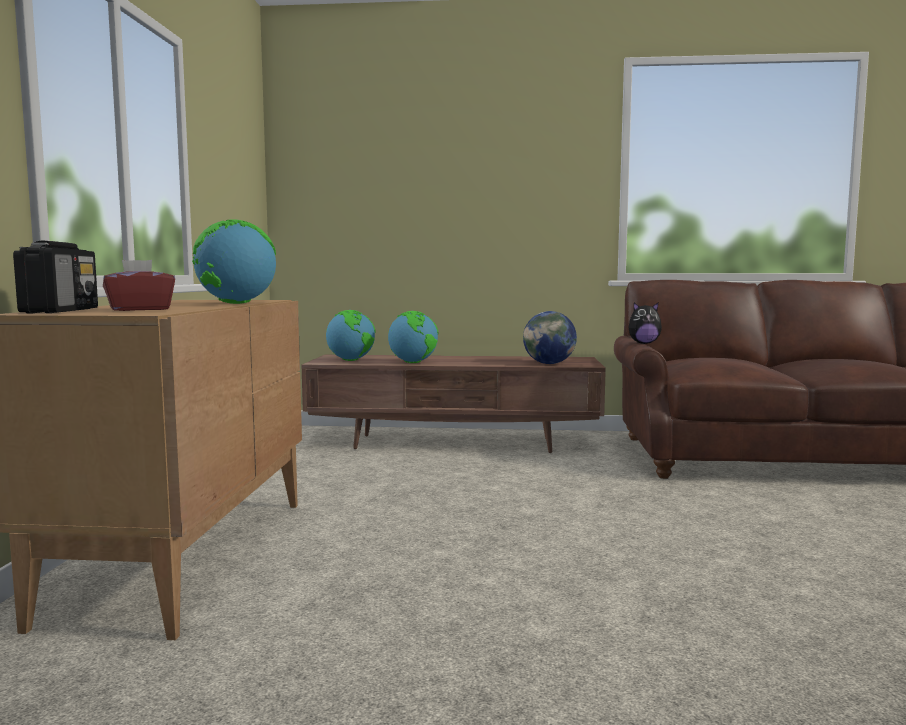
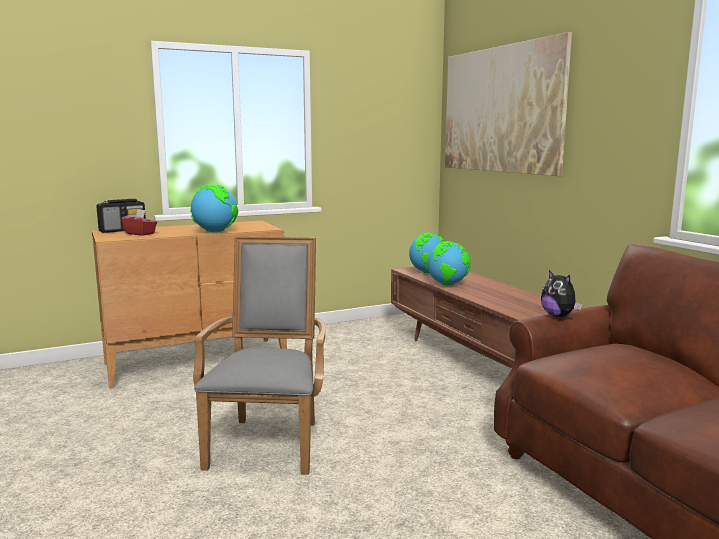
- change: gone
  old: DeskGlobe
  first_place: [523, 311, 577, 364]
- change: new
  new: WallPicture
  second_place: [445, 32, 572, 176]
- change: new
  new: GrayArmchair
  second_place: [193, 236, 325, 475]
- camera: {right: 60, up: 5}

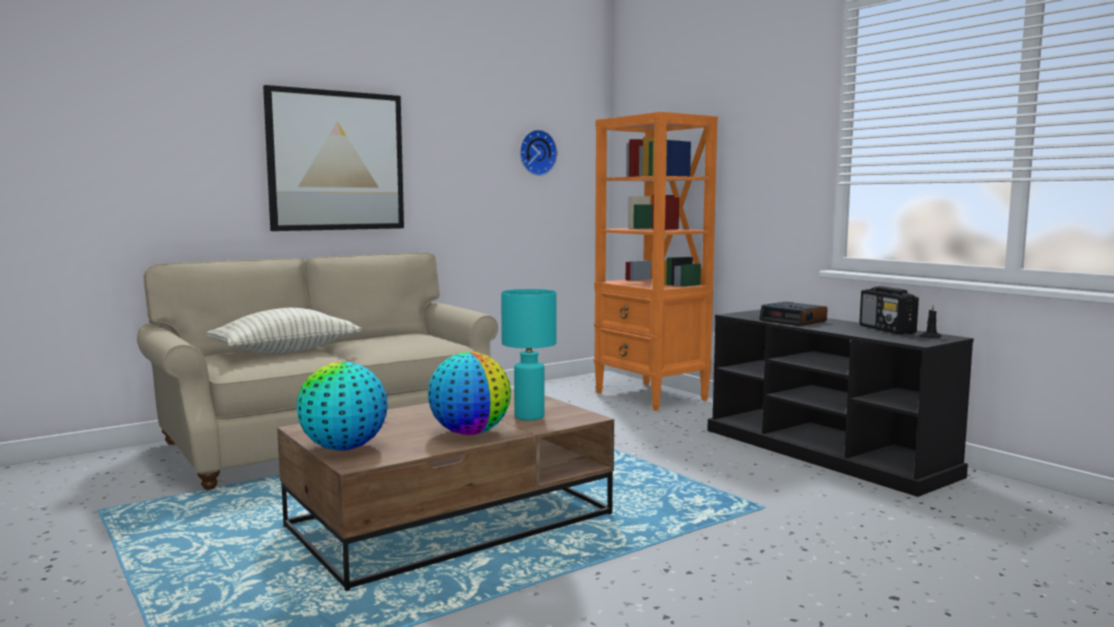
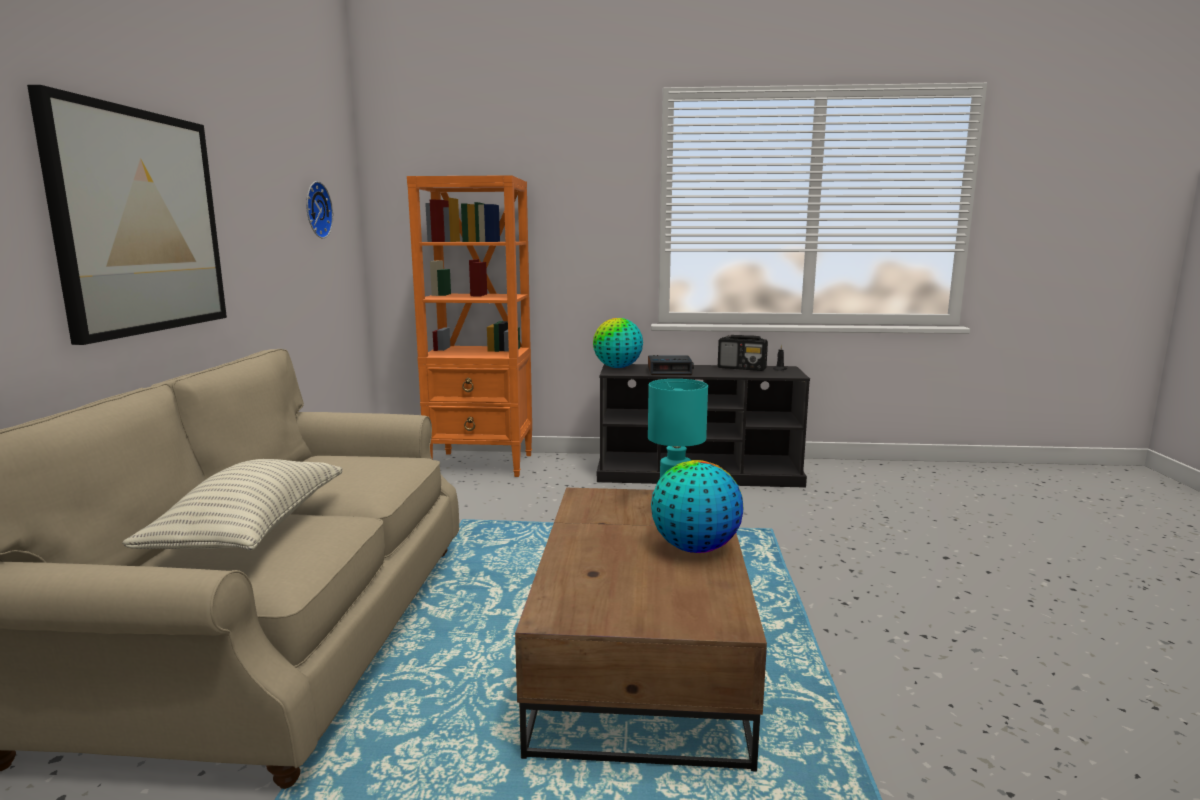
- change: shifted
  old: DeskGlobe
  first_place: [297, 362, 388, 451]
  second_place: [593, 318, 643, 368]
- camera: {right: -50, up: 5}

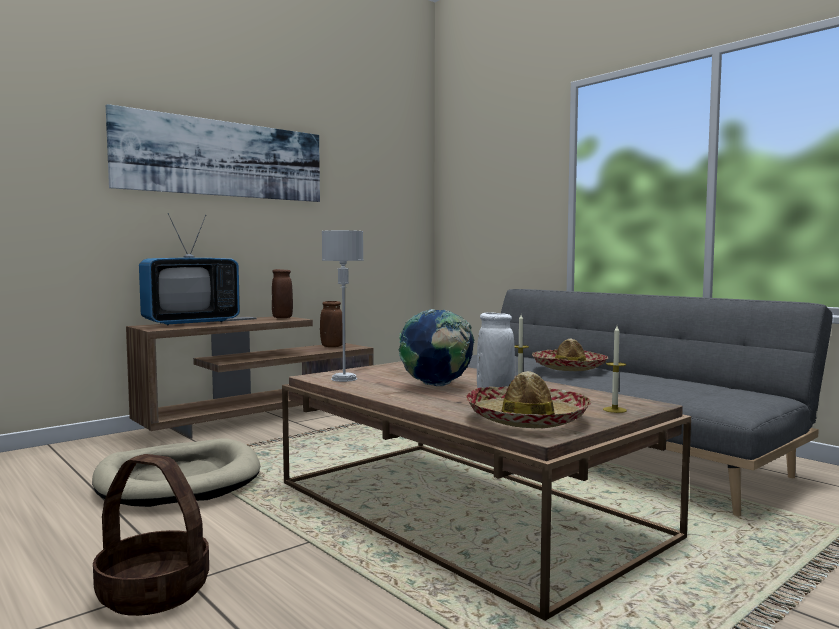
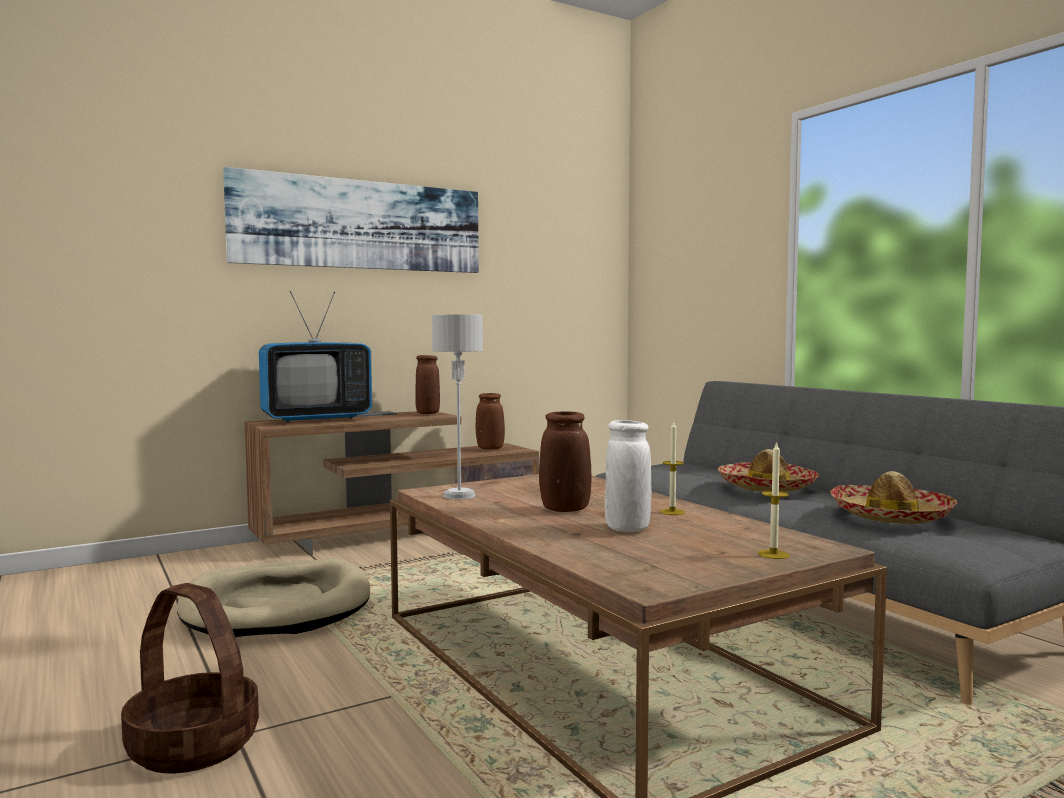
- change: swapped
  old: DeskGlobe
  new: BrownColouredFlowerVase
  first_place: [399, 309, 475, 386]
  second_place: [539, 412, 591, 512]
- change: shifted
  old: Hat
  first_place: [466, 371, 591, 428]
  second_place: [830, 471, 957, 524]
- camera: {right: 10, up: 0}

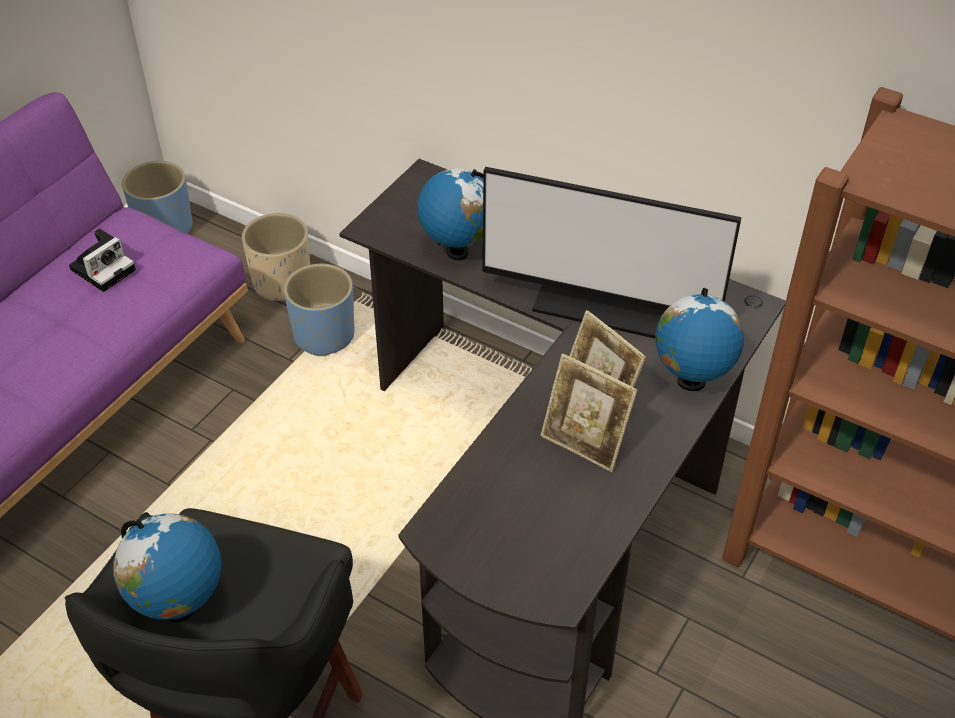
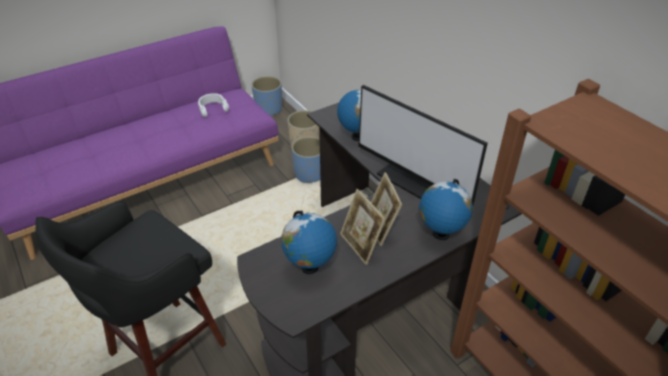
- change: swapped
  old: PhotoCamera
  new: WhitePairOfHeadphones
  first_place: [69, 229, 136, 292]
  second_place: [198, 93, 229, 117]
- change: shifted
  old: DeskGlobe
  first_place: [113, 513, 221, 622]
  second_place: [281, 210, 337, 274]
- camera: {right: 25, up: -5}

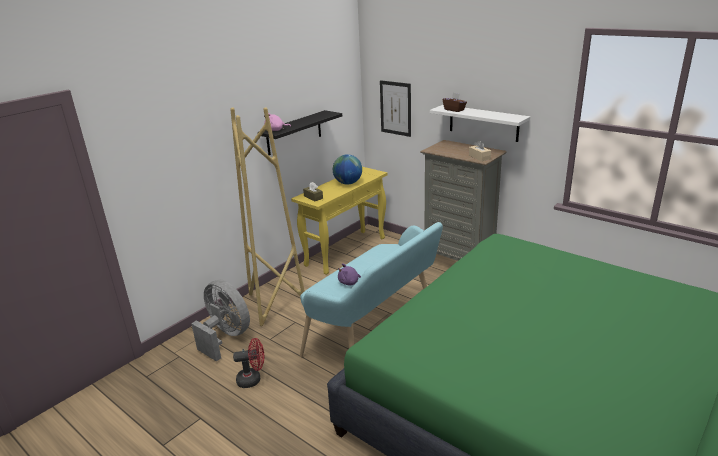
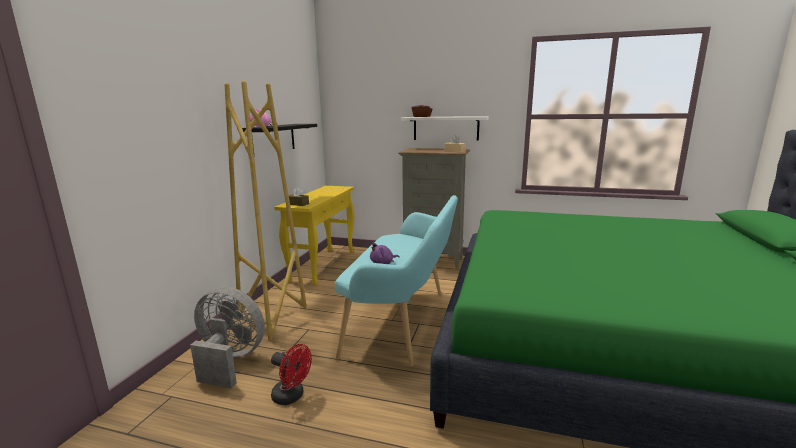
- change: gone
  old: WallPicture
  first_place: [380, 80, 411, 137]
- change: gone
  old: DeskGlobe
  first_place: [333, 154, 362, 185]
- change: rotated
  old: RedCoolingFan
  first_place: [233, 338, 264, 388]
  second_place: [271, 344, 312, 405]
  degrees: 60
- camera: {right: -25, up: -10}

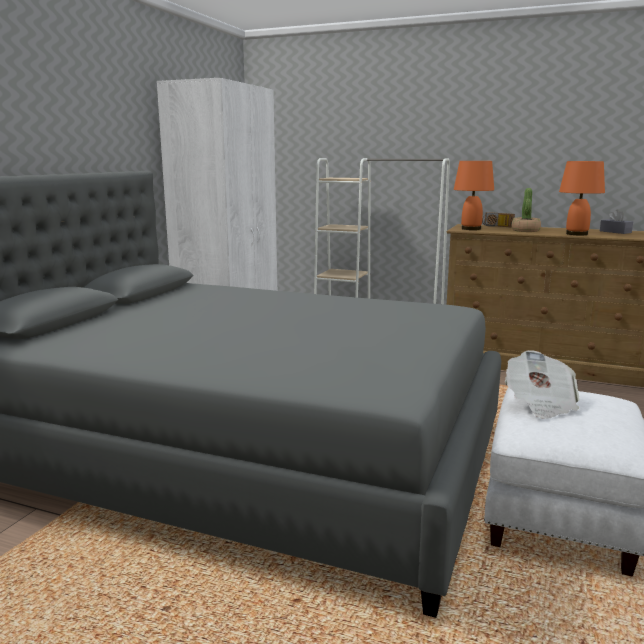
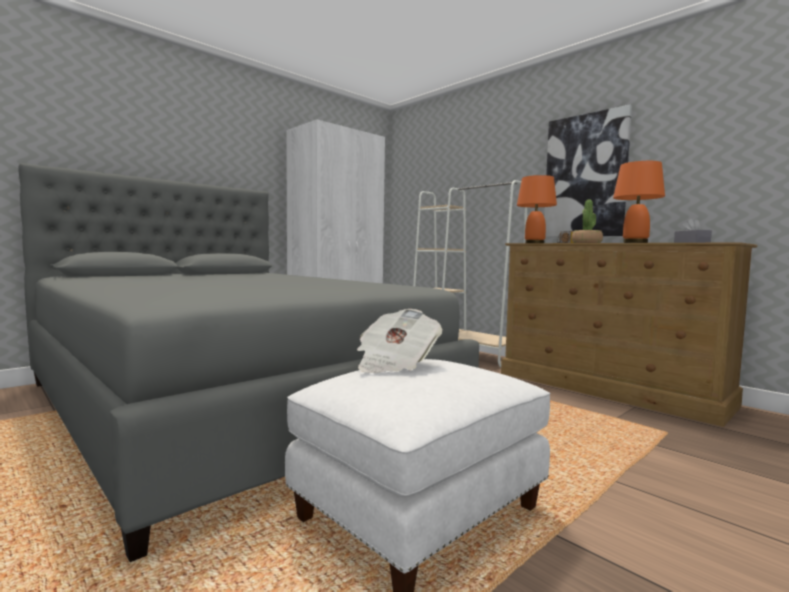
- change: new
  new: WallPicture
  second_place: [544, 105, 632, 237]
- camera: {right: 25, up: -10}

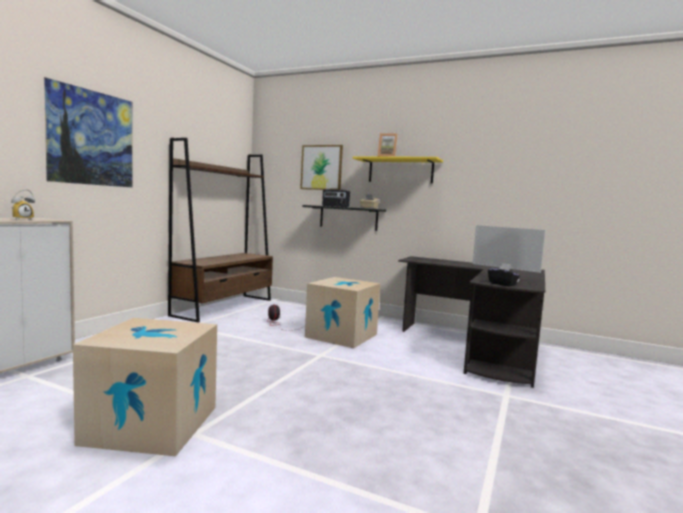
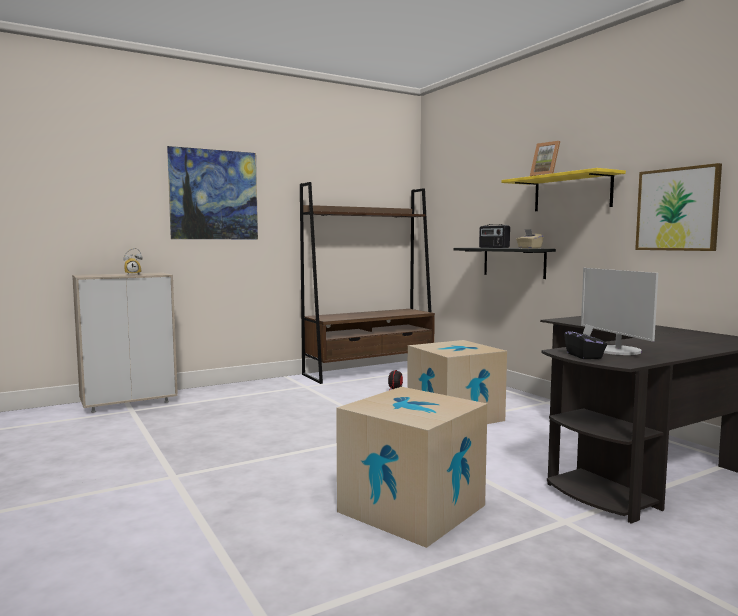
- change: shifted
  old: WallPicture
  first_place: [300, 145, 343, 190]
  second_place: [635, 163, 722, 251]
- change: shifted
  old: CardboardBox
  first_place: [73, 318, 217, 456]
  second_place: [336, 387, 488, 548]
- camera: {right: 35, up: 0}

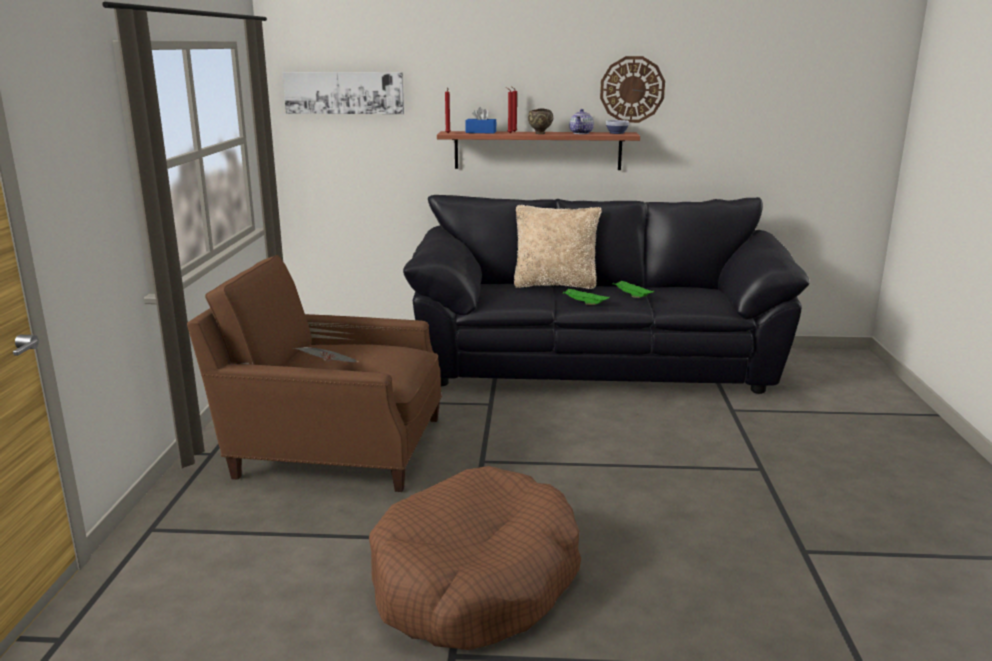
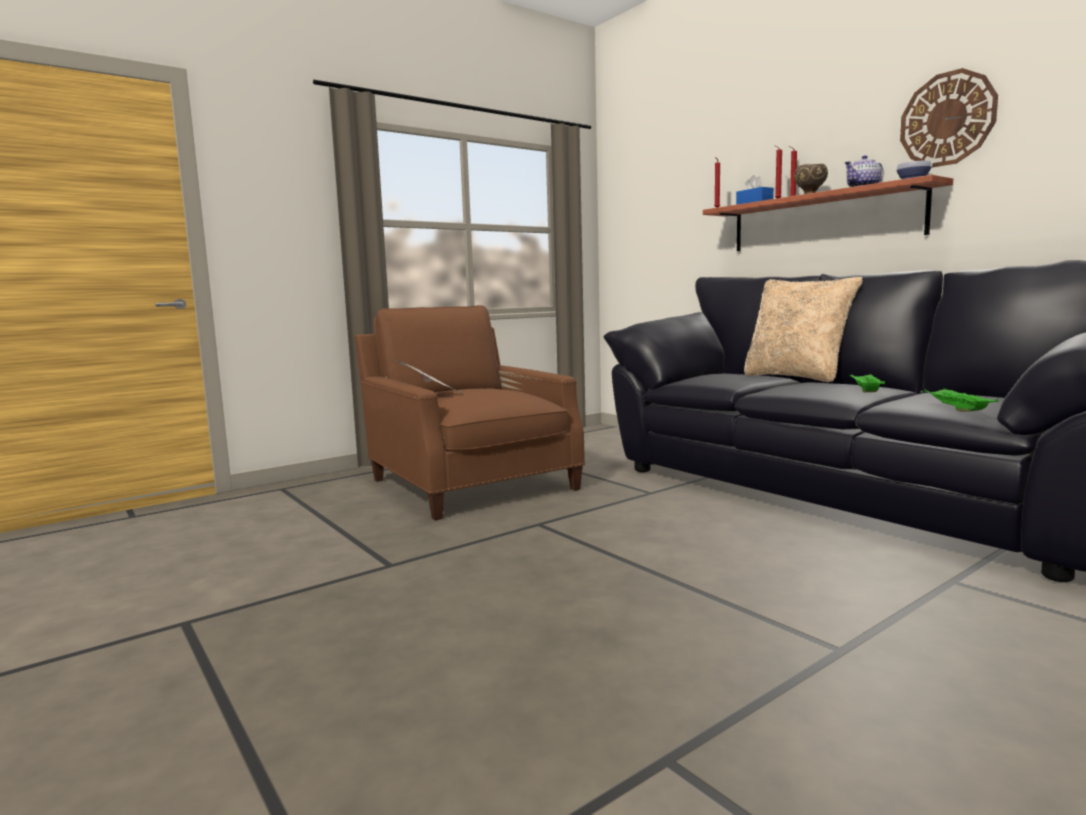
- change: gone
  old: WallPicture
  first_place: [283, 72, 404, 114]
- change: shifted
  old: GreenColouredTray
  first_place: [563, 288, 610, 305]
  second_place: [924, 388, 999, 412]
- change: gone
  old: BrownColouredDogBed
  first_place: [369, 466, 581, 650]
- camera: {right: 50, up: -10}

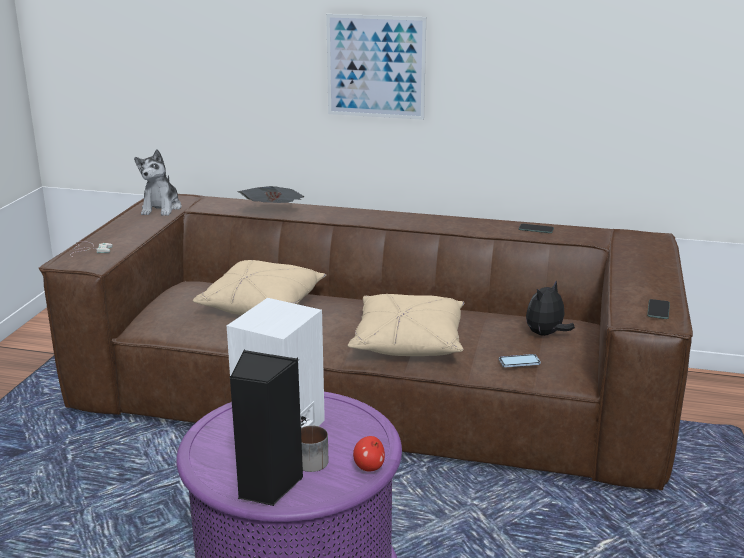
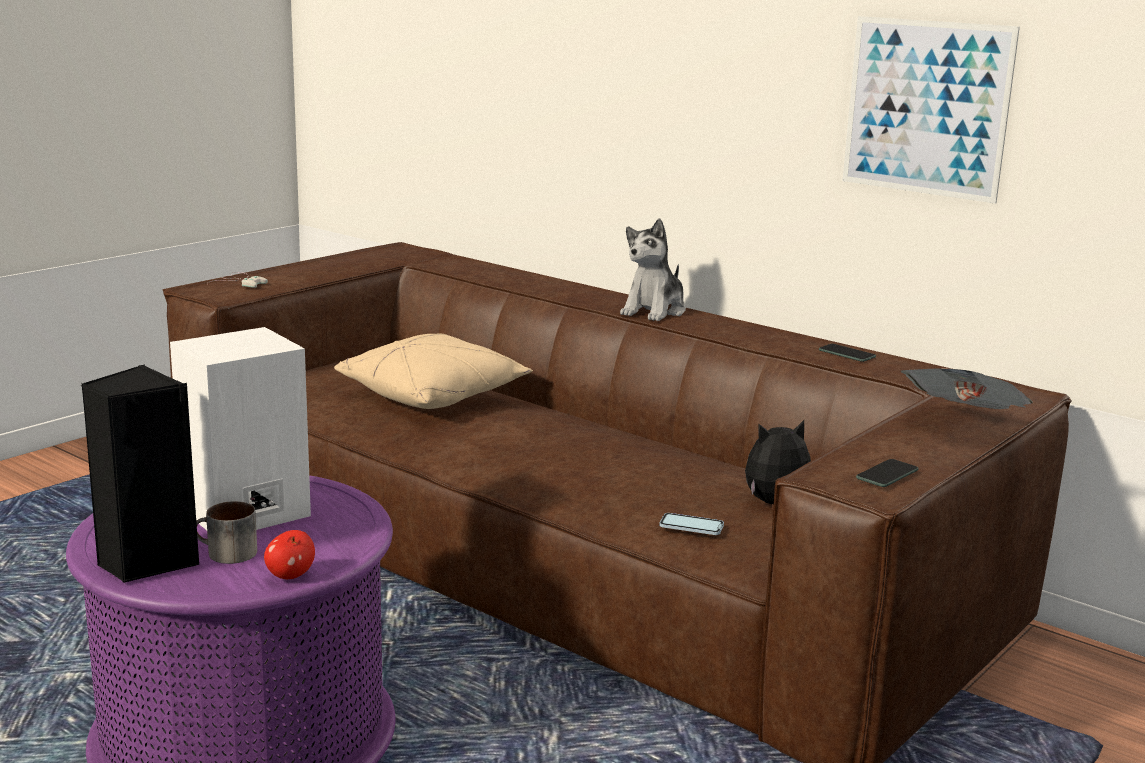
- change: shifted
  old: WallPicture
  first_place: [326, 14, 426, 120]
  second_place: [842, 16, 1020, 204]
- change: shifted
  old: SoftToy
  first_place: [134, 149, 181, 216]
  second_place: [620, 218, 686, 321]
- change: shifted
  old: DailyPaper
  first_place: [237, 186, 304, 203]
  second_place: [900, 369, 1033, 409]
- change: gone
  old: BeigeThrowPillow
  first_place: [348, 294, 464, 356]
- camera: {right: 25, up: -5}

